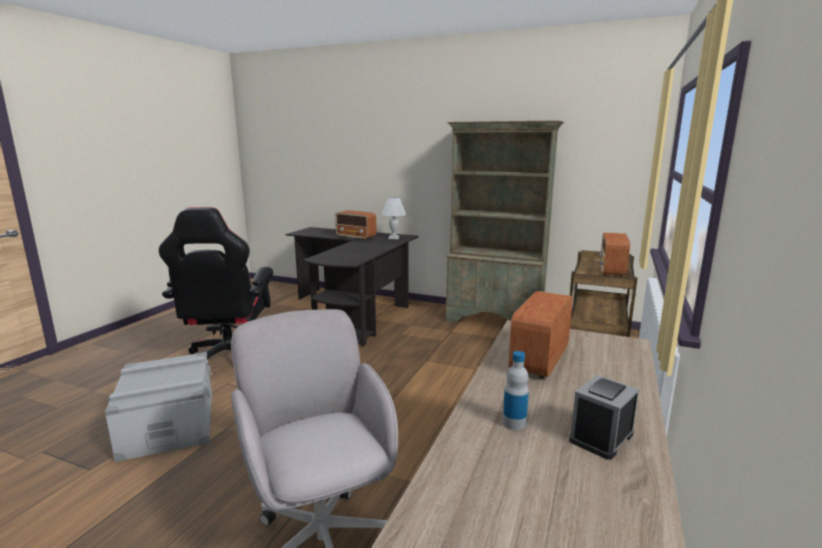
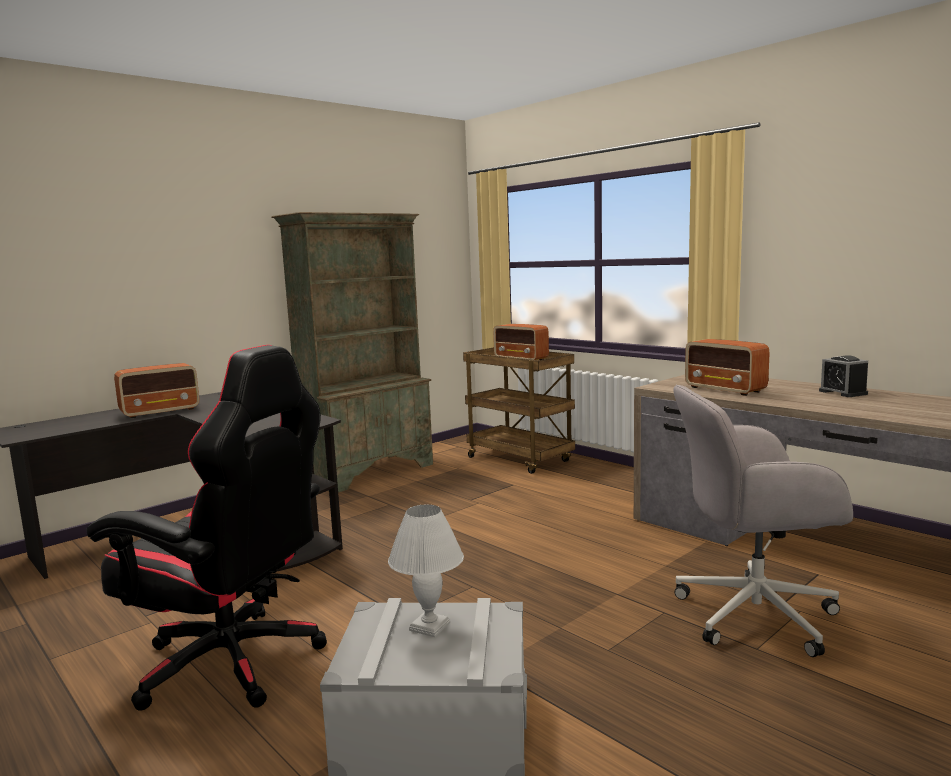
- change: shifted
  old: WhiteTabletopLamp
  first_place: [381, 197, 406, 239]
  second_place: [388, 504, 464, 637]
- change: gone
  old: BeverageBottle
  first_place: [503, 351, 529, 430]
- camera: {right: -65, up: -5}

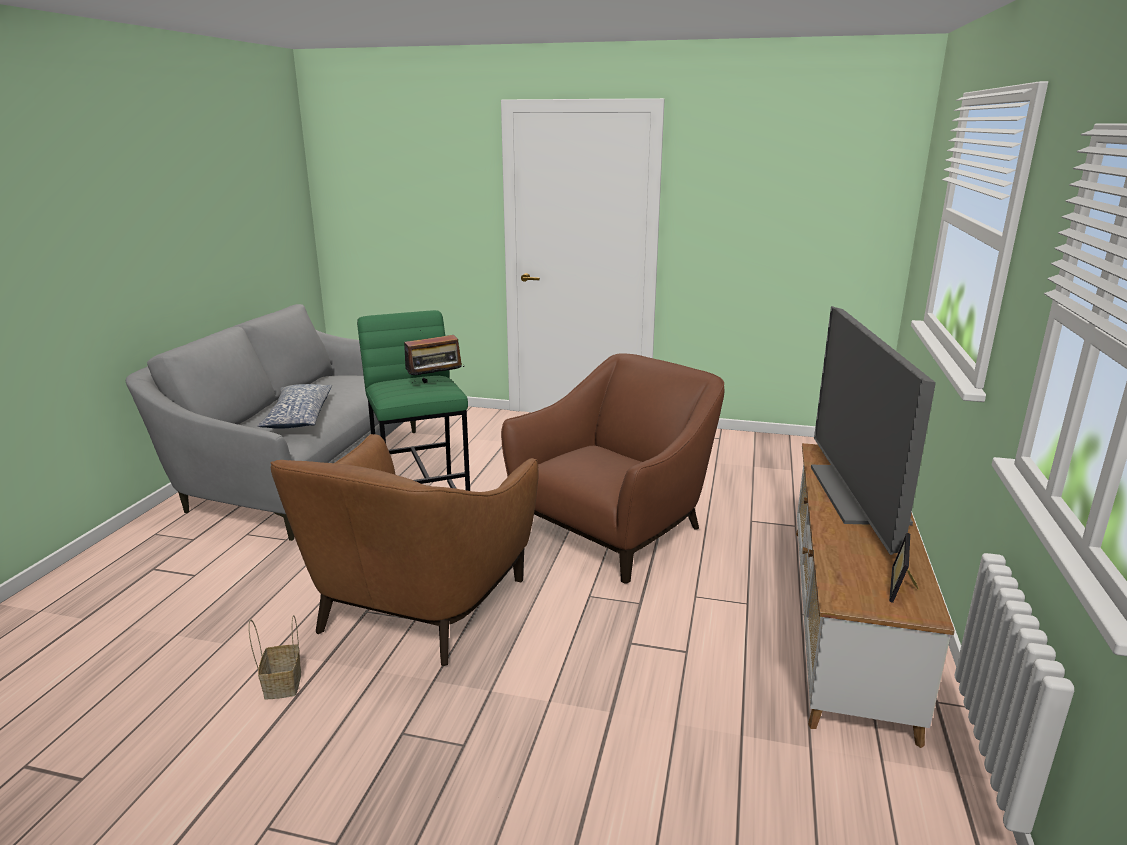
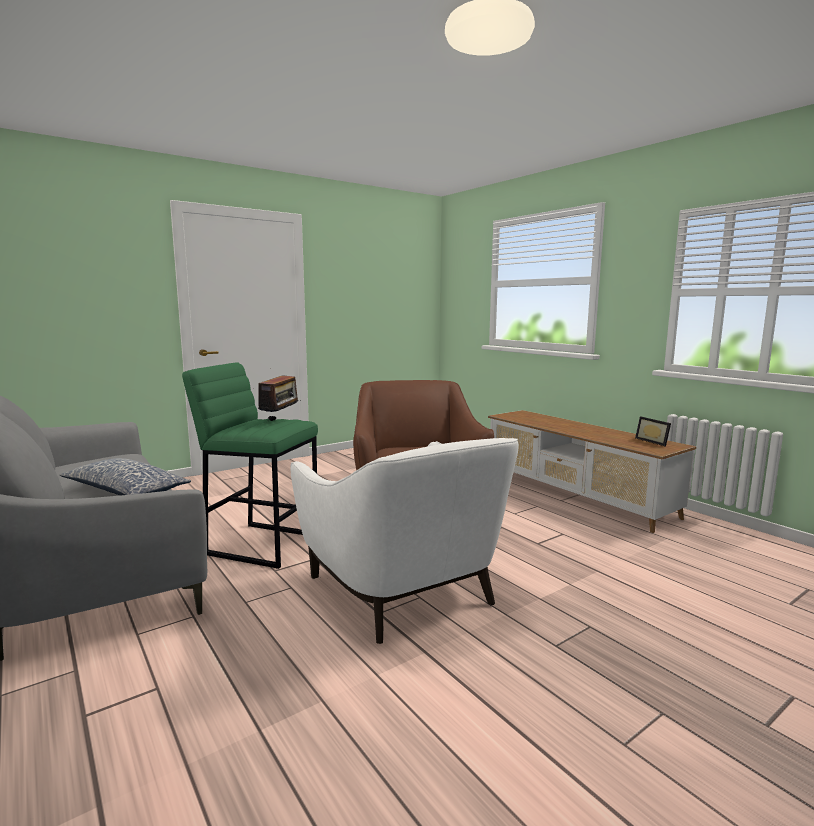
- change: gone
  old: Tv
  first_place: [811, 306, 936, 555]
- change: repainted
  old: BrownColouredArmchair
  new: WhiteArmchair
  first_place: [271, 434, 539, 666]
  second_place: [290, 438, 518, 644]
- change: gone
  old: StorageBasket
  first_place: [249, 615, 301, 700]
- camera: {right: -50, up: -10}

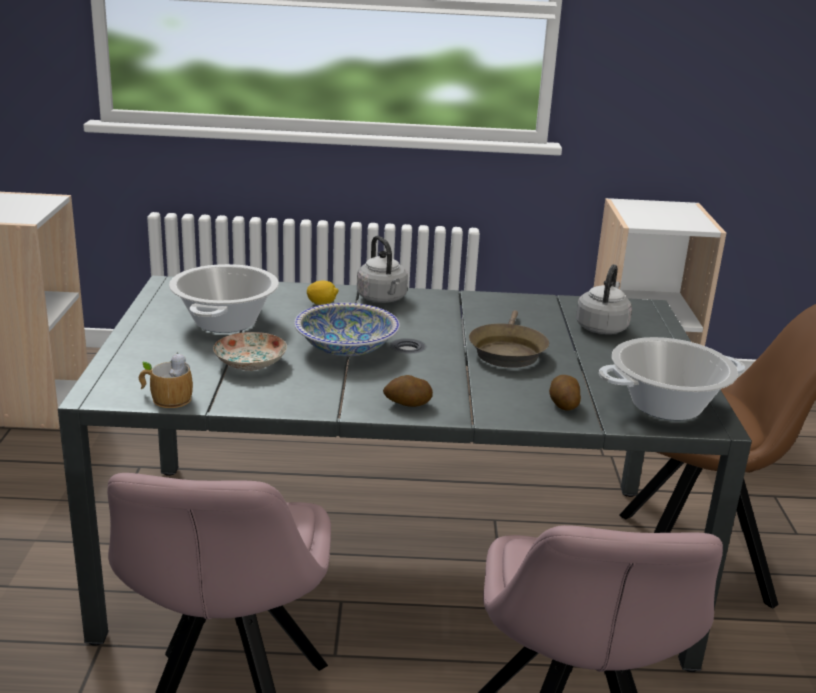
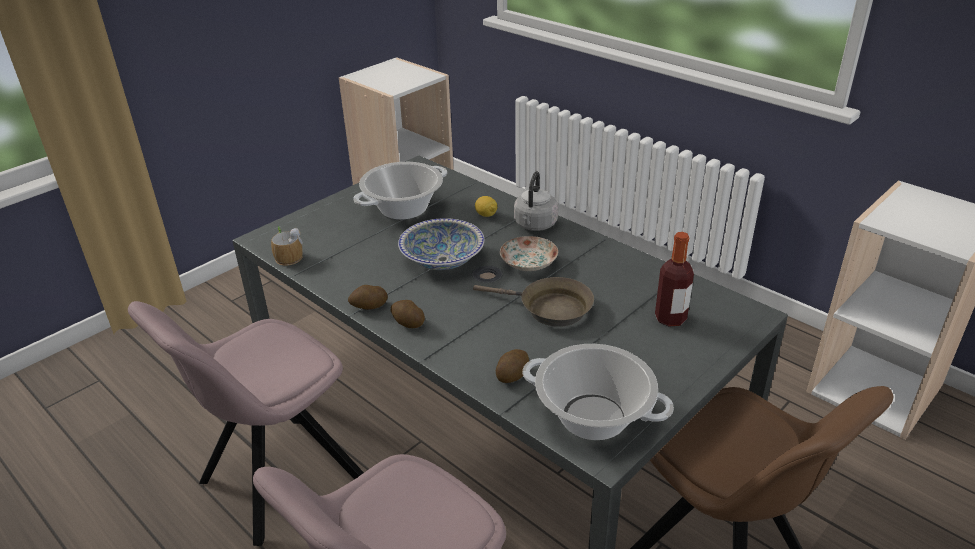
- change: swapped
  old: GrayTeaKettle
  new: BeverageBottle
  first_place: [576, 264, 632, 334]
  second_place: [655, 232, 694, 326]
- change: rotated
  old: BrownColouredFryingPan
  first_place: [469, 310, 549, 368]
  second_place: [473, 277, 594, 327]
  degrees: -120
- change: shifted
  old: Plate
  first_place: [213, 332, 287, 371]
  second_place: [500, 236, 558, 271]
- change: new
  new: WholePotato
  second_place: [348, 285, 388, 310]
- camera: {right: 45, up: 10}

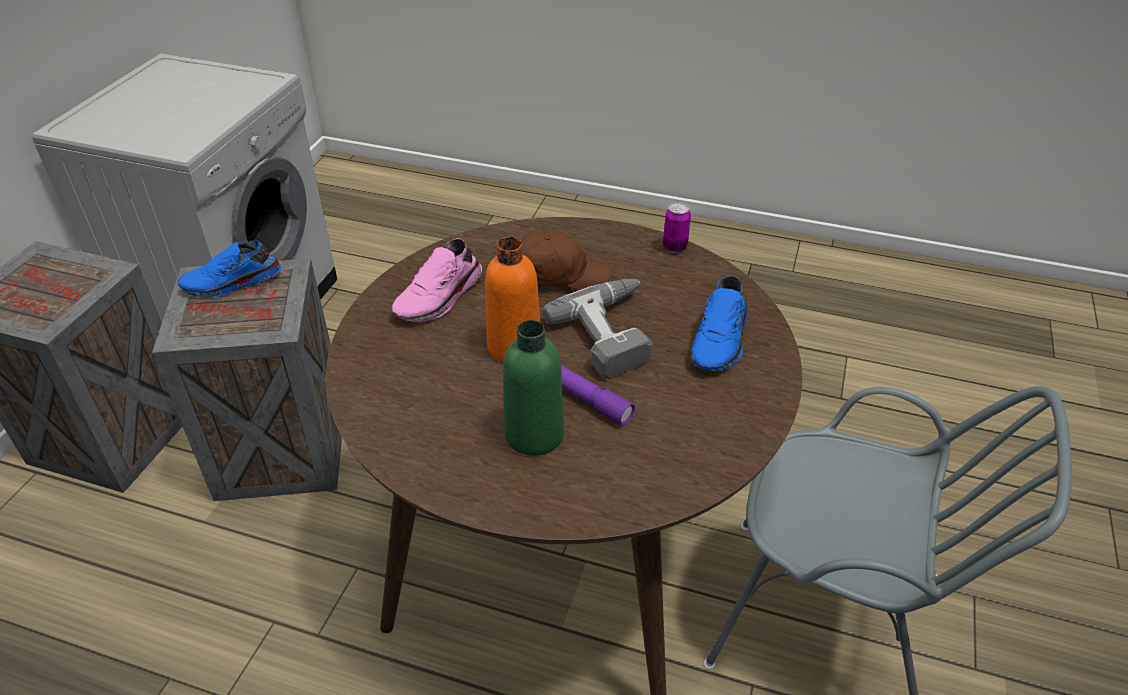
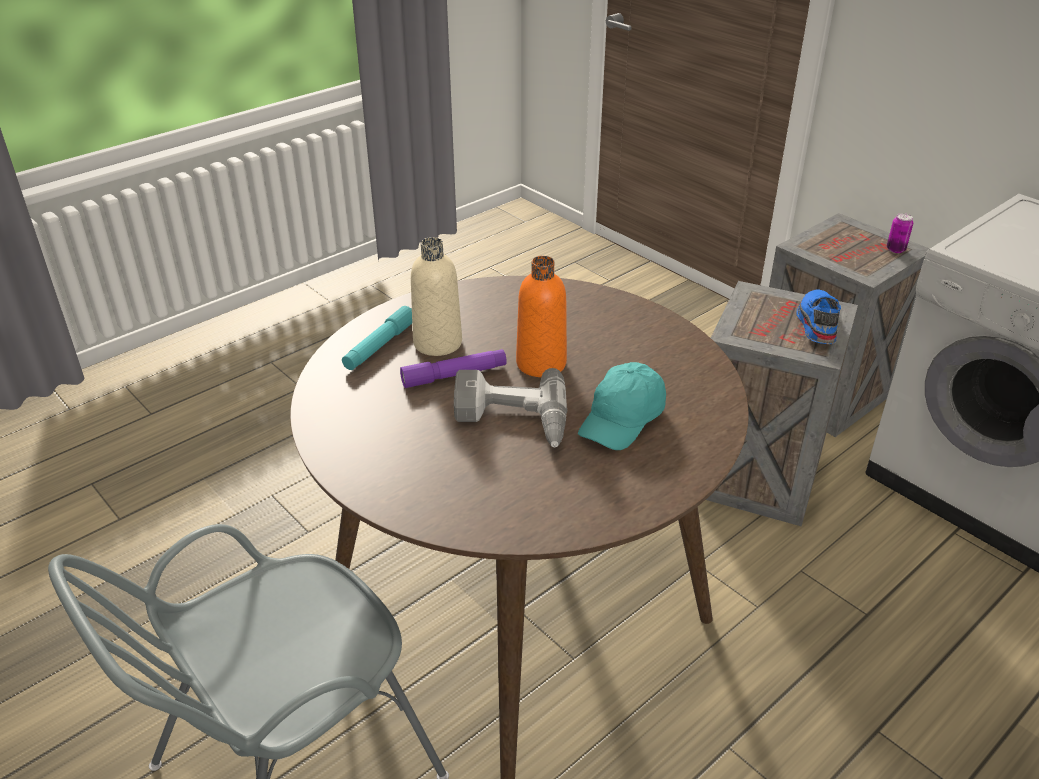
- change: shifted
  old: MetalCan
  first_place: [663, 202, 691, 253]
  second_place: [887, 213, 913, 253]
- change: repainted
  old: BrownColouredCap
  new: TurquoiseCap
  first_place: [521, 229, 611, 291]
  second_place: [578, 362, 666, 450]
- change: gone
  old: PinkColouredLowShoe
  first_place: [392, 238, 482, 322]
- change: gone
  old: BluishLowShoe
  first_place: [691, 276, 748, 371]
- change: repainted
  old: GreenColouredBeverageBottle
  new: BeigeBeverageBottle
  first_place: [503, 320, 564, 456]
  second_place: [411, 237, 462, 356]
- change: new
  new: TurquoiseFlashlight
  second_place: [342, 306, 412, 370]
- camera: {right: 120, up: -5}

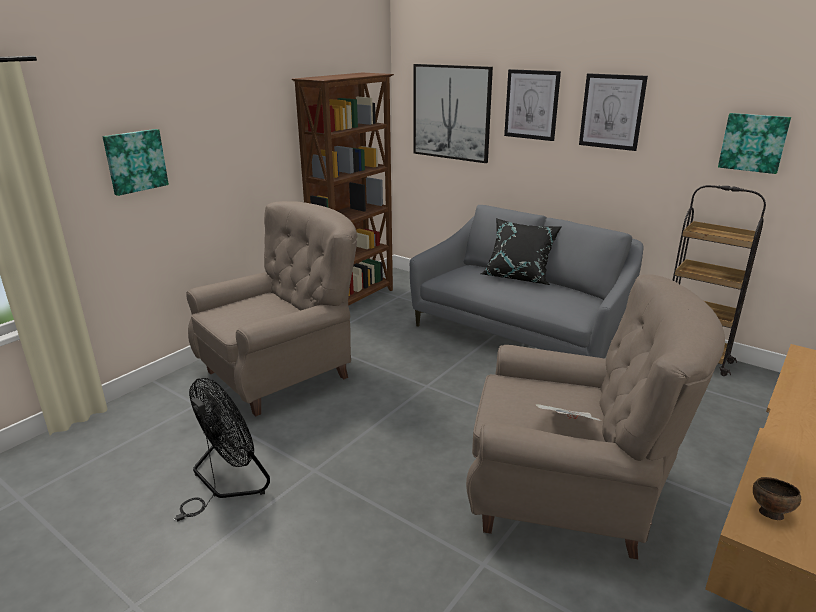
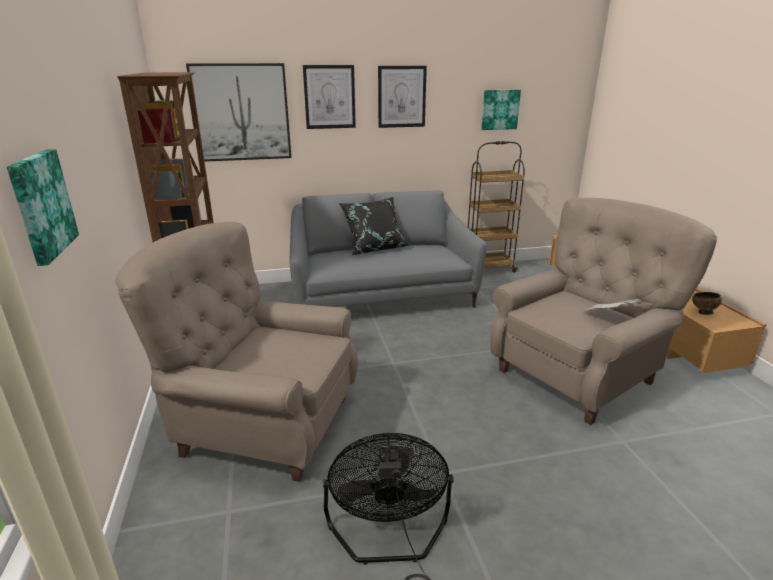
- change: rotated
  old: BeigeArmchair
  first_place: [186, 201, 358, 416]
  second_place: [115, 222, 358, 482]
  degrees: -75
- camera: {right: -50, up: 0}

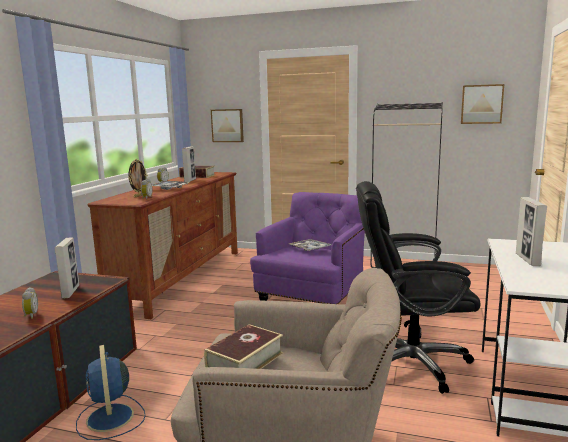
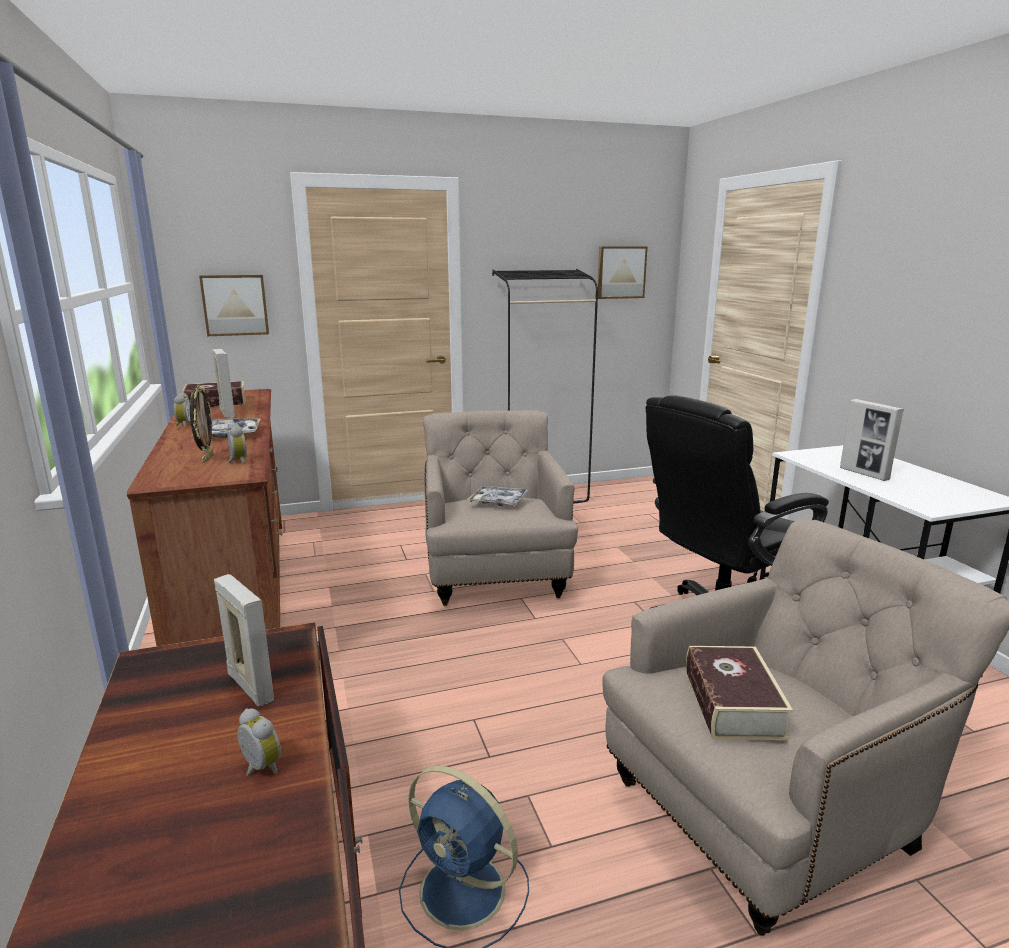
- change: repainted
  old: PurplishArmchair
  new: BeigeArmchair
  first_place: [250, 192, 365, 304]
  second_place: [423, 410, 578, 606]
- camera: {right: -35, up: 5}

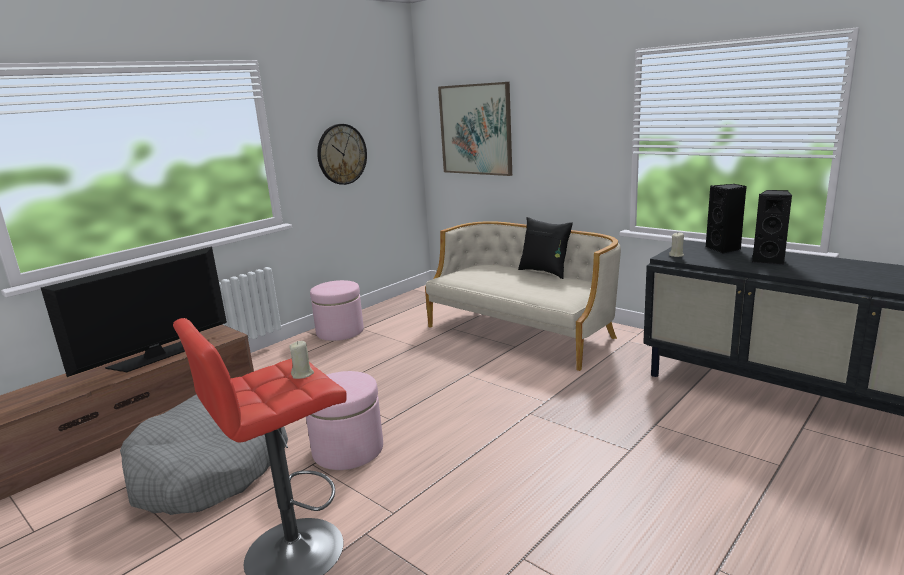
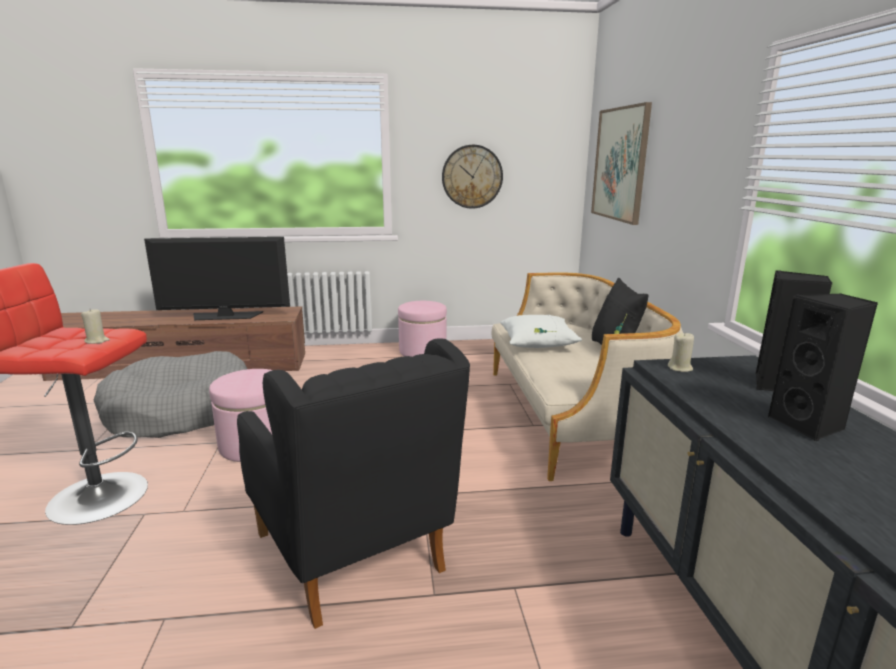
- change: new
  new: WhiteThrowPillow
  second_place: [500, 315, 582, 348]
- change: new
  new: BlackColouredArmchair
  second_place: [237, 338, 470, 629]
- camera: {right: 40, up: 0}

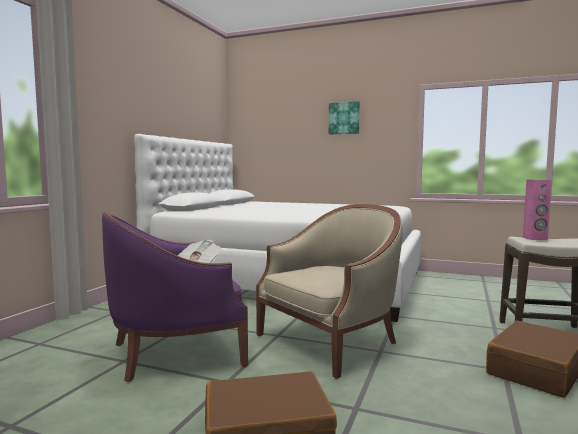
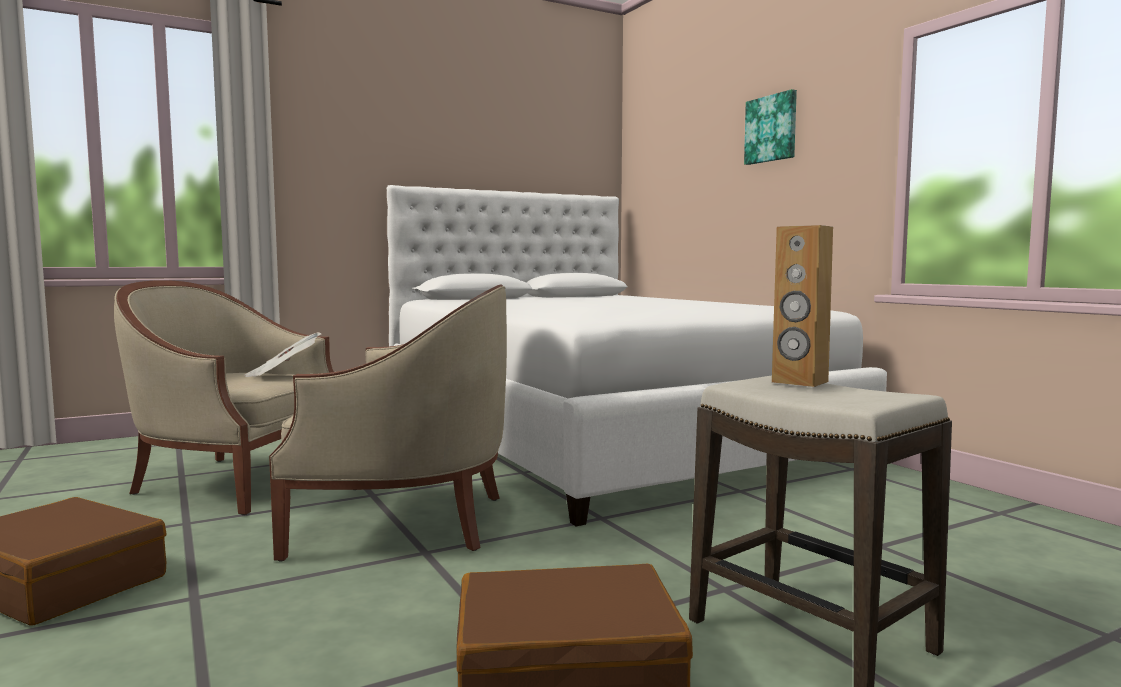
- change: repainted
  old: PinkColouredSpeaker
  new: BrownColouredSpeaker
  first_place: [523, 179, 552, 240]
  second_place: [772, 225, 833, 387]
- change: repainted
  old: PurplishArmchair
  new: BeigeArmchair
  first_place: [102, 211, 248, 382]
  second_place: [114, 280, 334, 515]
- camera: {right: 40, up: 0}

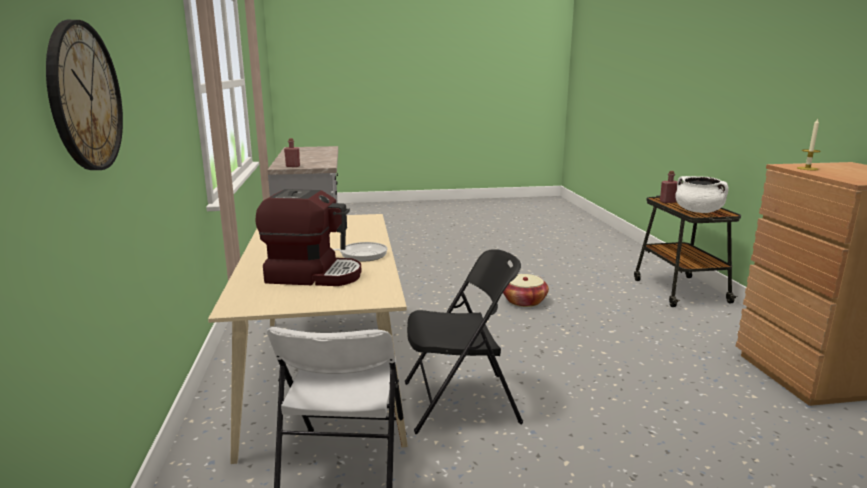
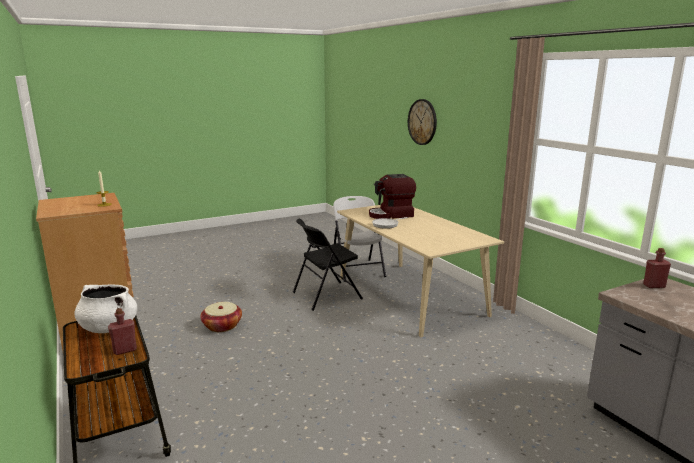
- change: shifted
  old: StorageBasket
  first_place: [503, 274, 549, 307]
  second_place: [200, 302, 242, 332]
- camera: {right: 160, up: 0}

